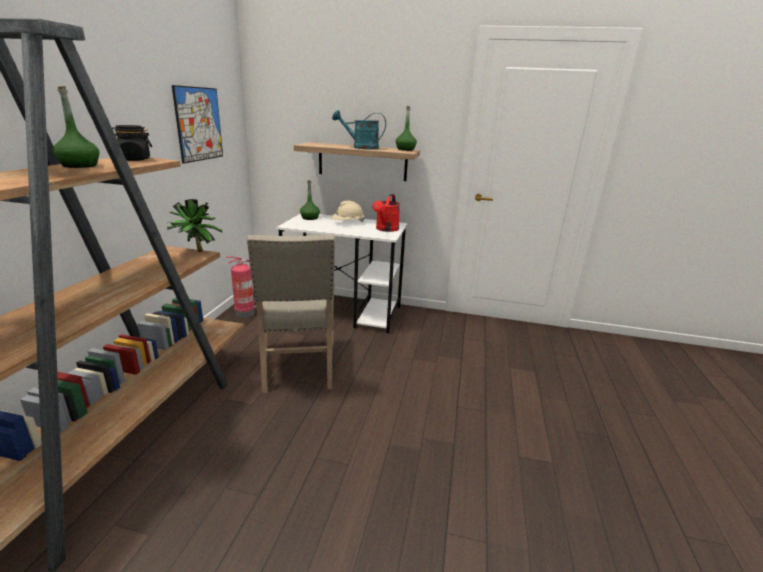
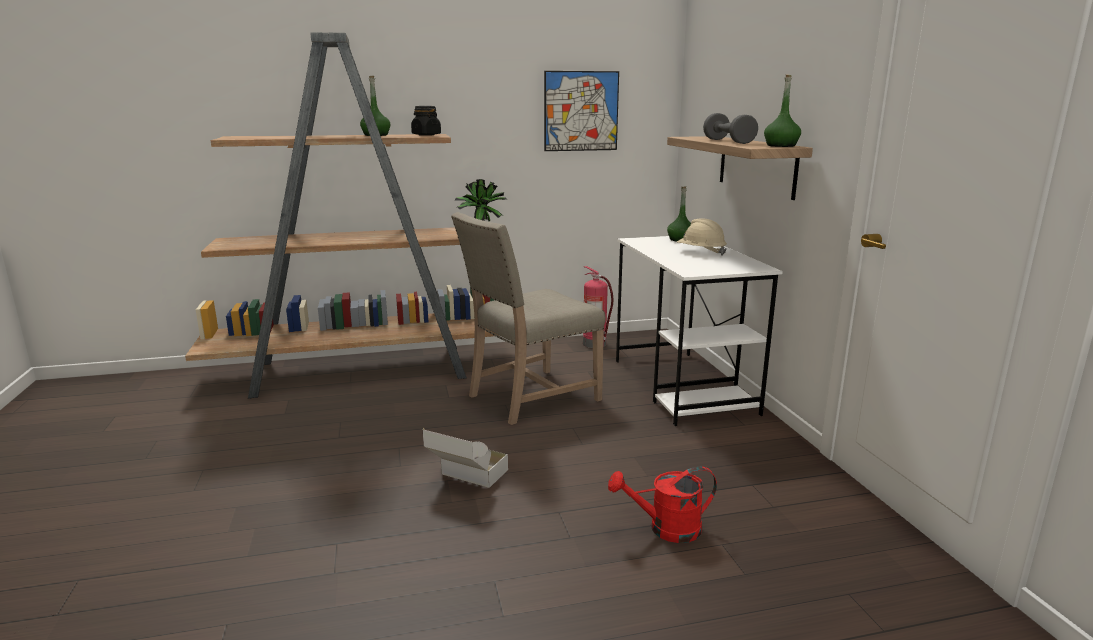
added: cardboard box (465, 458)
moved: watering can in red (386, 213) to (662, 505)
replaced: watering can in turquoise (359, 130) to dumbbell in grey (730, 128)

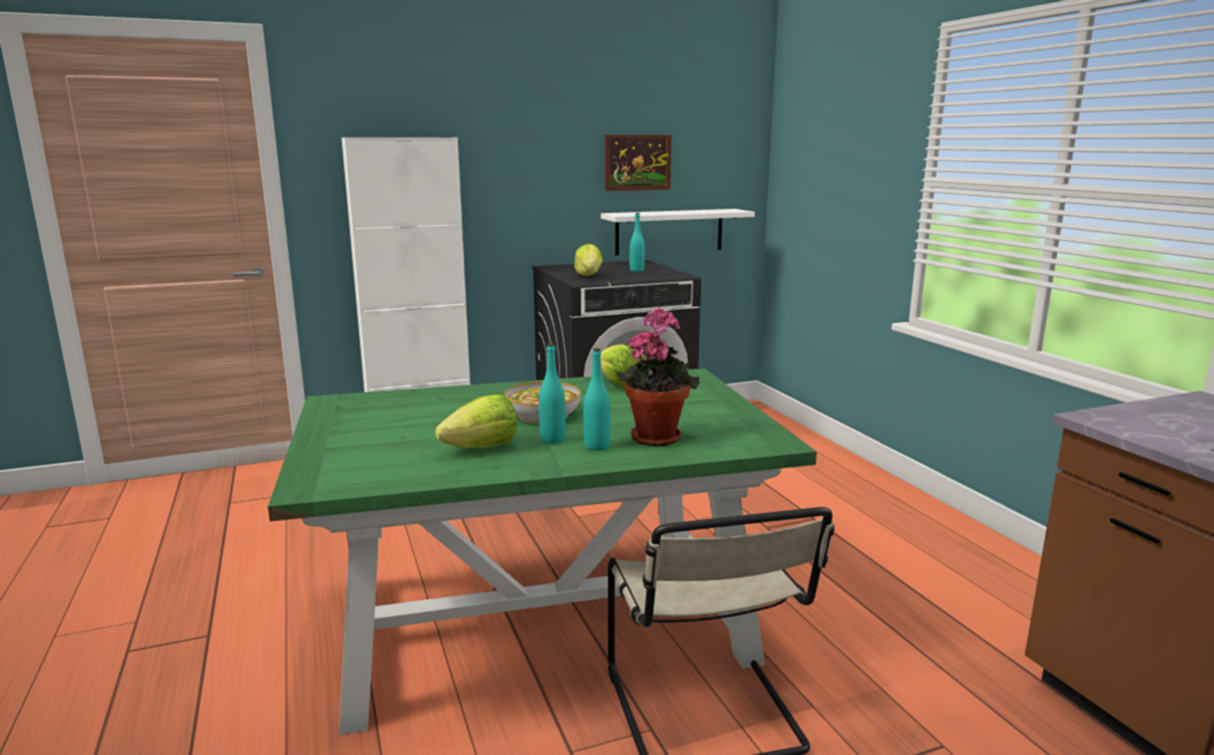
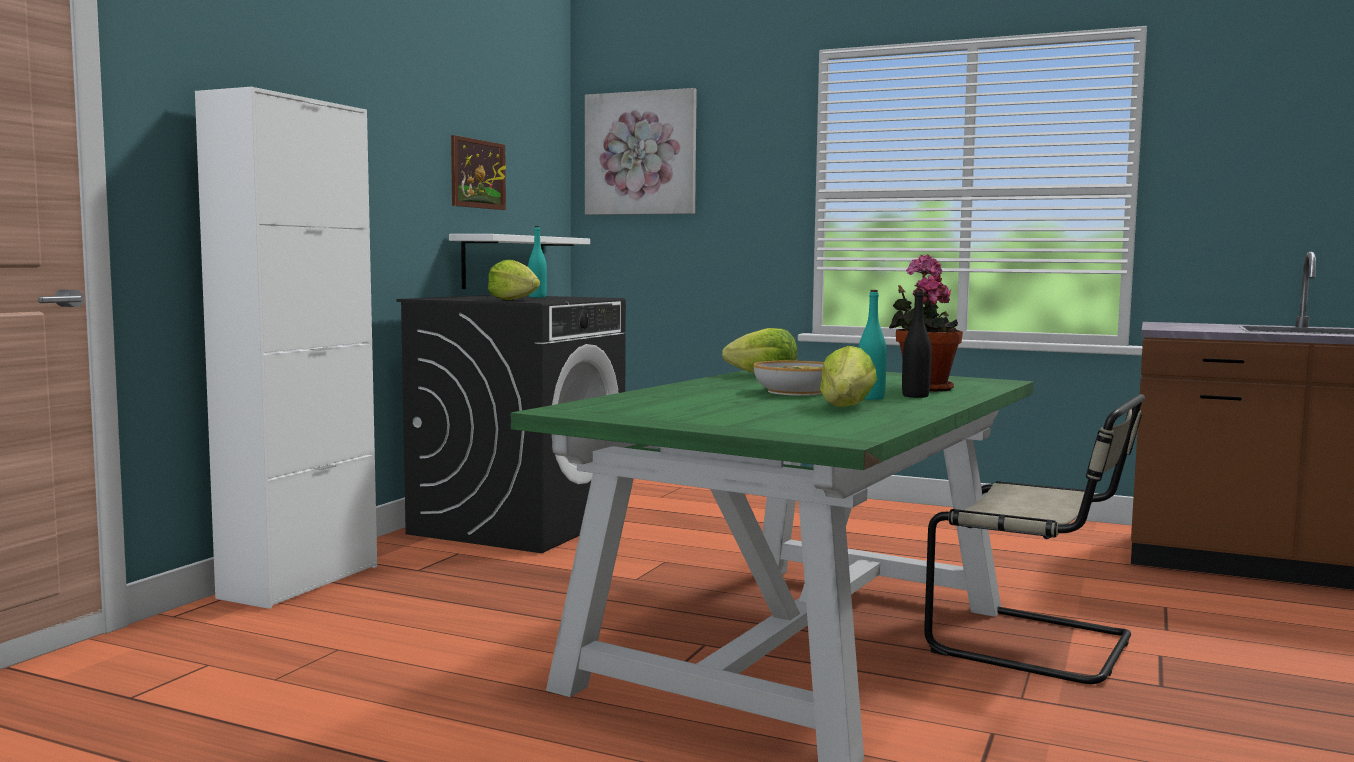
added: picture (641, 151)
recoloured: bottle in turquoise (597, 399) to bottle in black (917, 344)

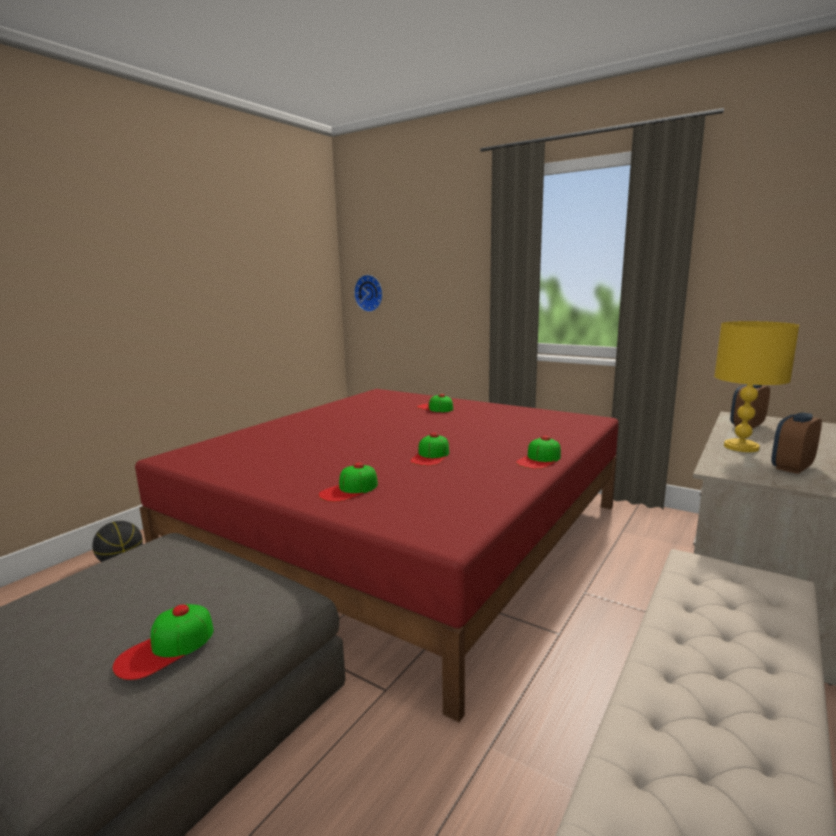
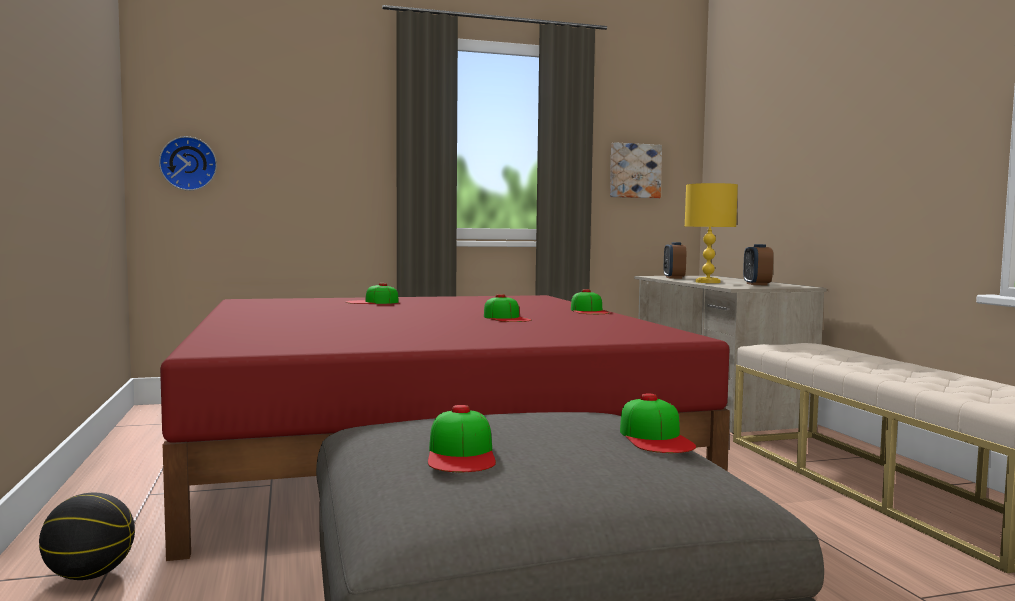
added: picture (636, 170)
moved: cap (348, 482) to (462, 438)

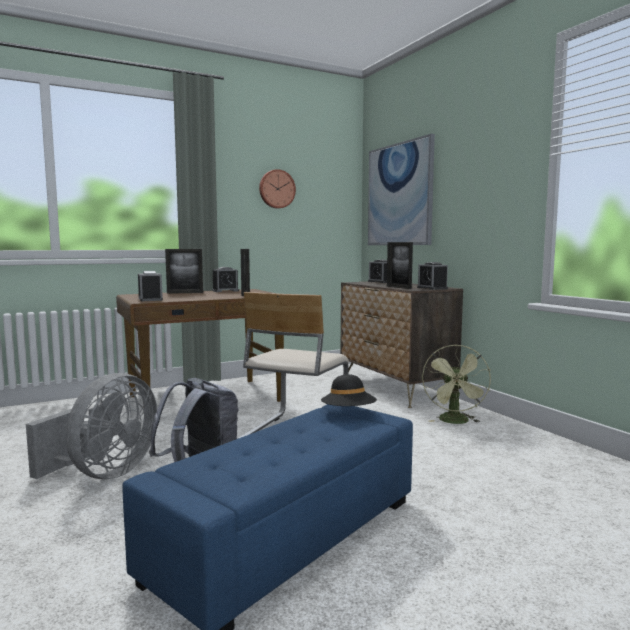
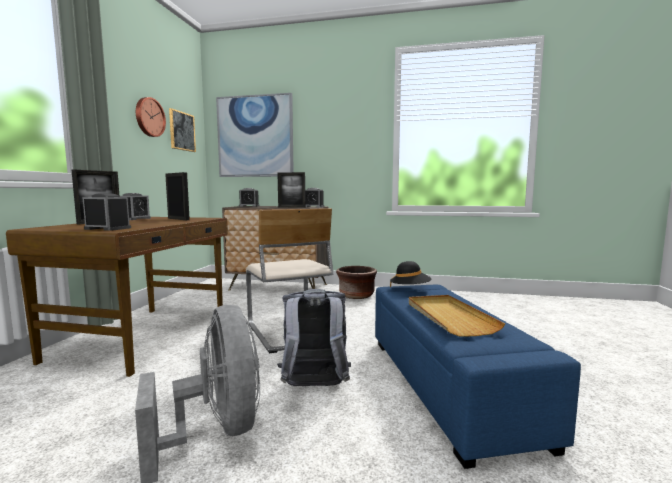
added: picture (182, 130); tray in beige (457, 316)
replaced: fan in green (456, 384) to planter in brown (356, 282)

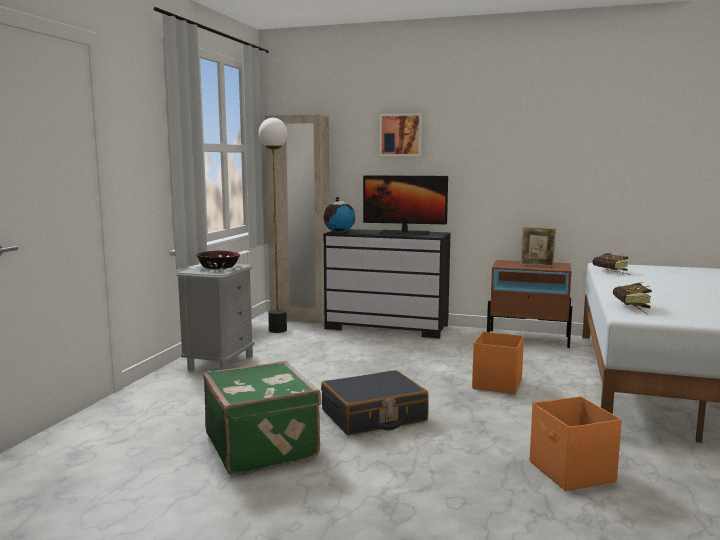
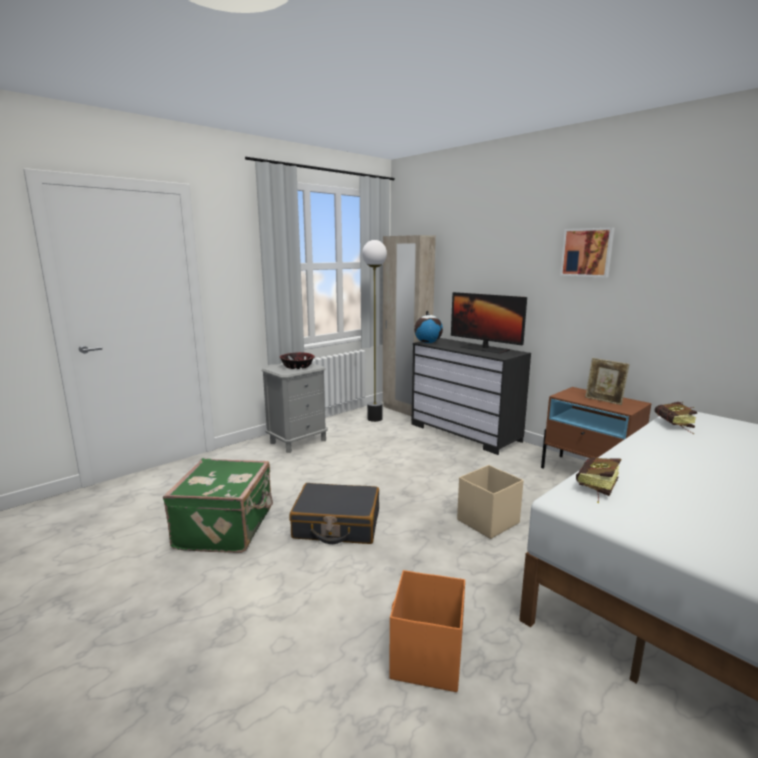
moved: picture (401, 134) to (587, 252)
recoloured: storage box in orange (498, 363) to storage box in beige (490, 502)

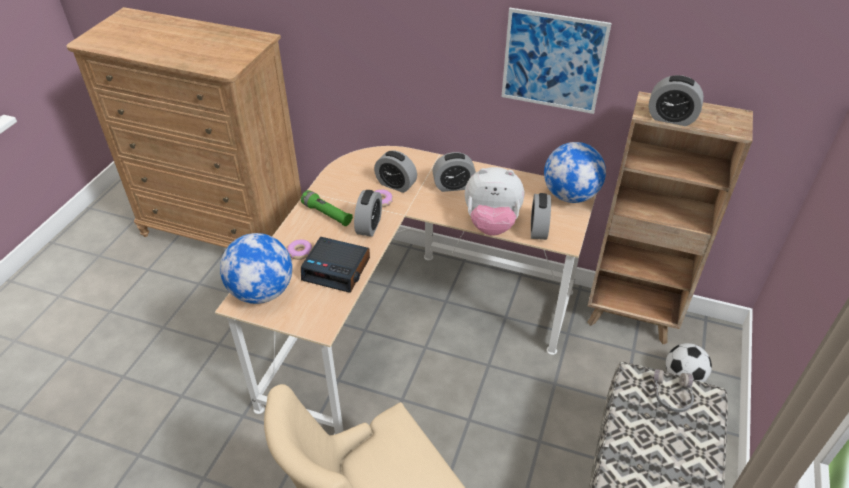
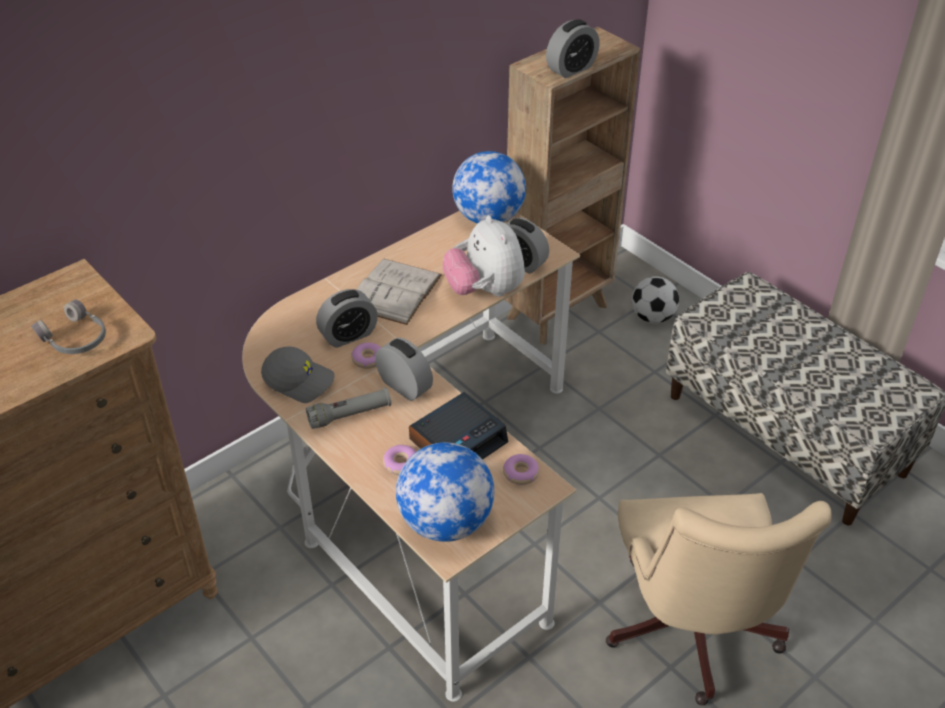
removed: picture (556, 61)
added: cap in grey (298, 374); donut (521, 469)
moved: headphones in grey (674, 390) to (68, 327)
replaced: alarm clock (454, 172) to book in white (399, 292)
recoloured: flashlight in green (327, 208) to flashlight in grey (348, 408)
turned: plush toy (494, 201) = (484, 256) 120 degrees clockwise

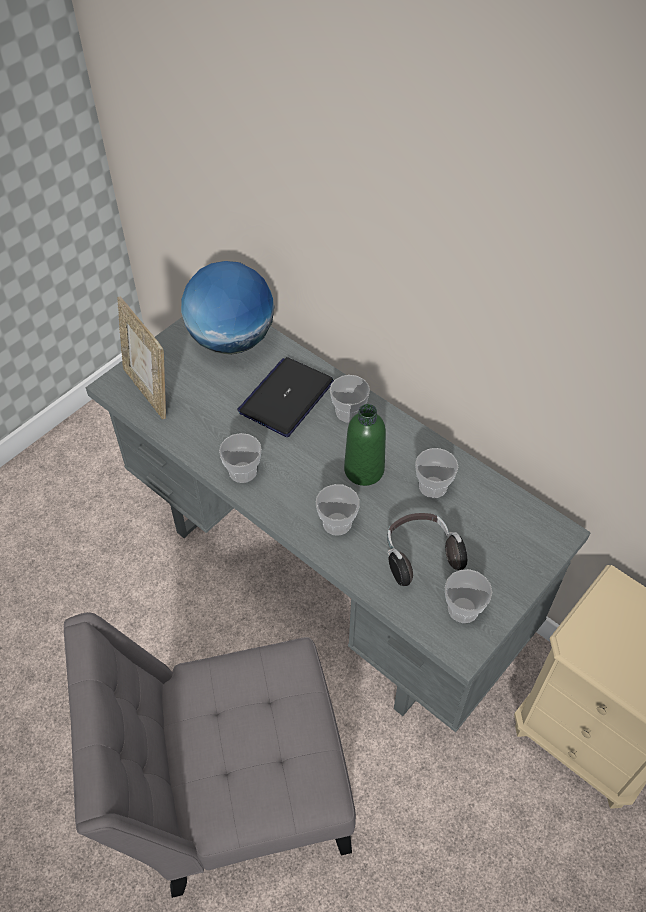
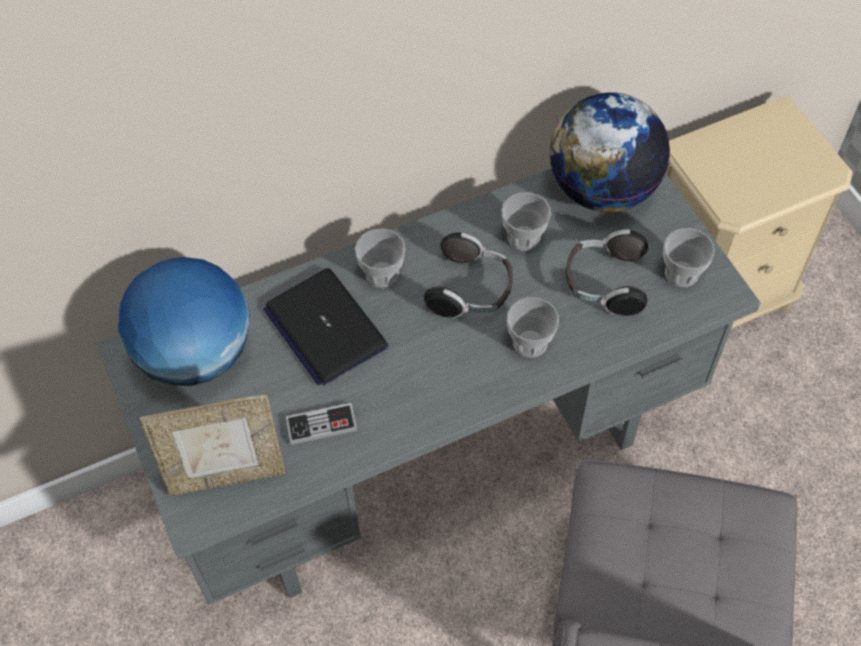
removed: cup (240, 458)
added: game controller (321, 424); globe (610, 152)
replaced: bottle in green (365, 445) to headphones (468, 275)

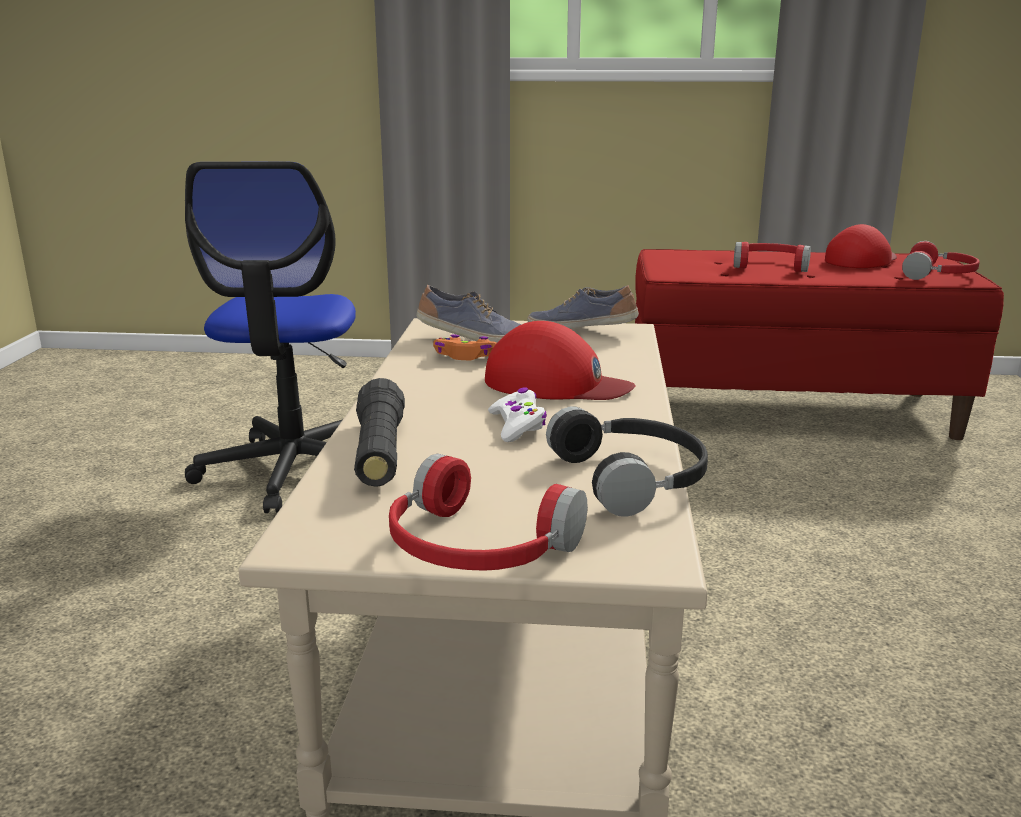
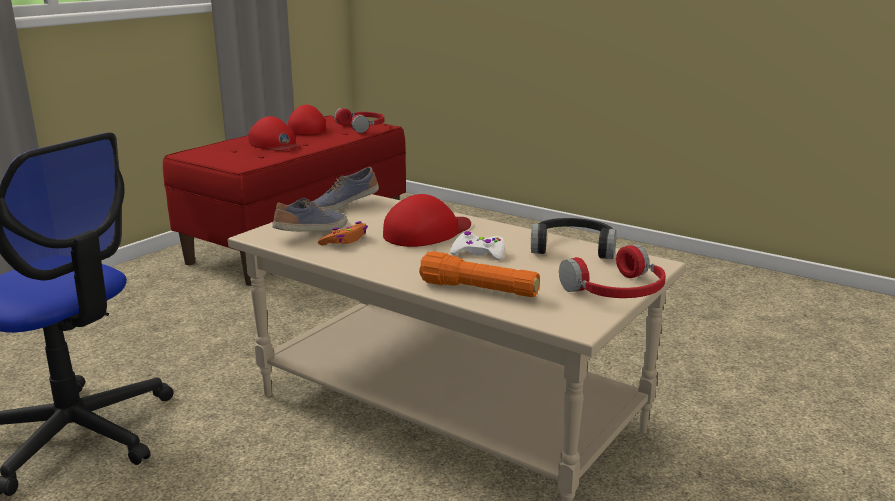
replaced: headphones in red (772, 257) to cap in red (274, 133)
recoloured: flashlight in black (379, 432) to flashlight in orange (479, 274)

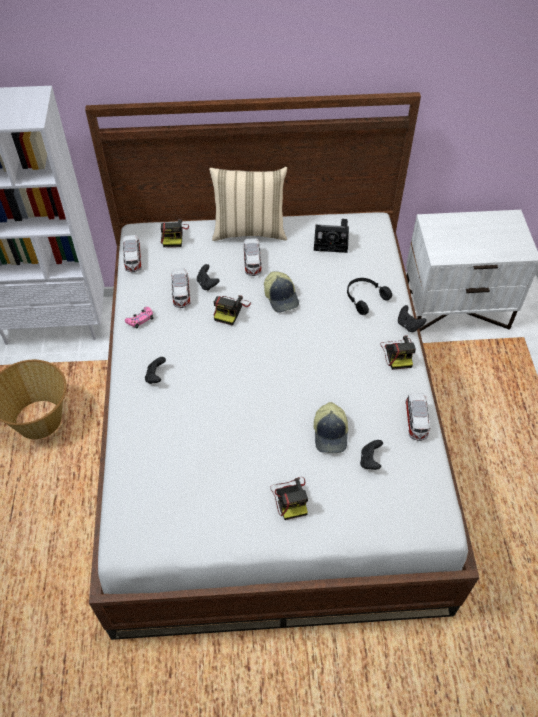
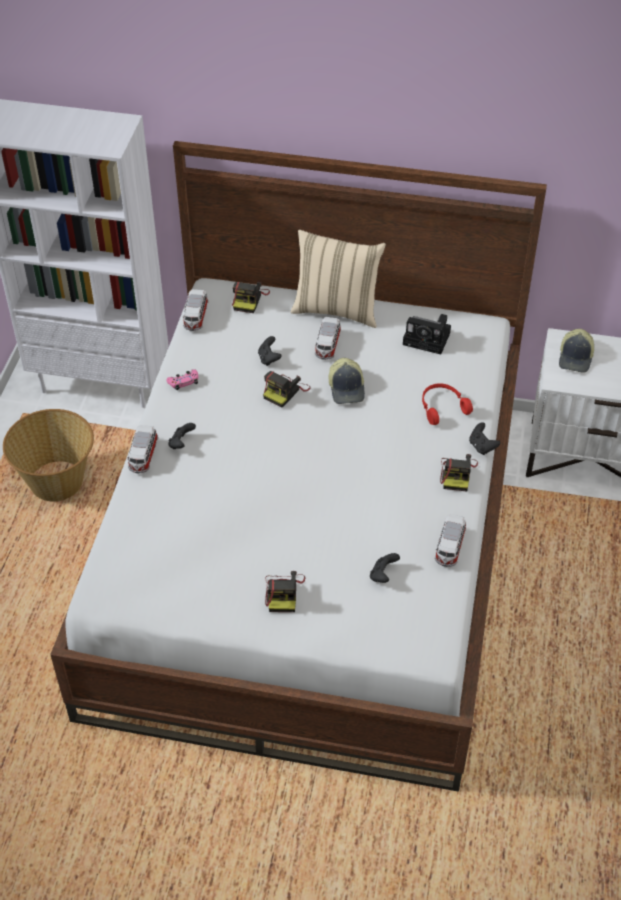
moved: toy car (181, 288) to (143, 449); cap (331, 427) to (576, 351)
recoloured: headphones in black (369, 296) to headphones in red (447, 404)

